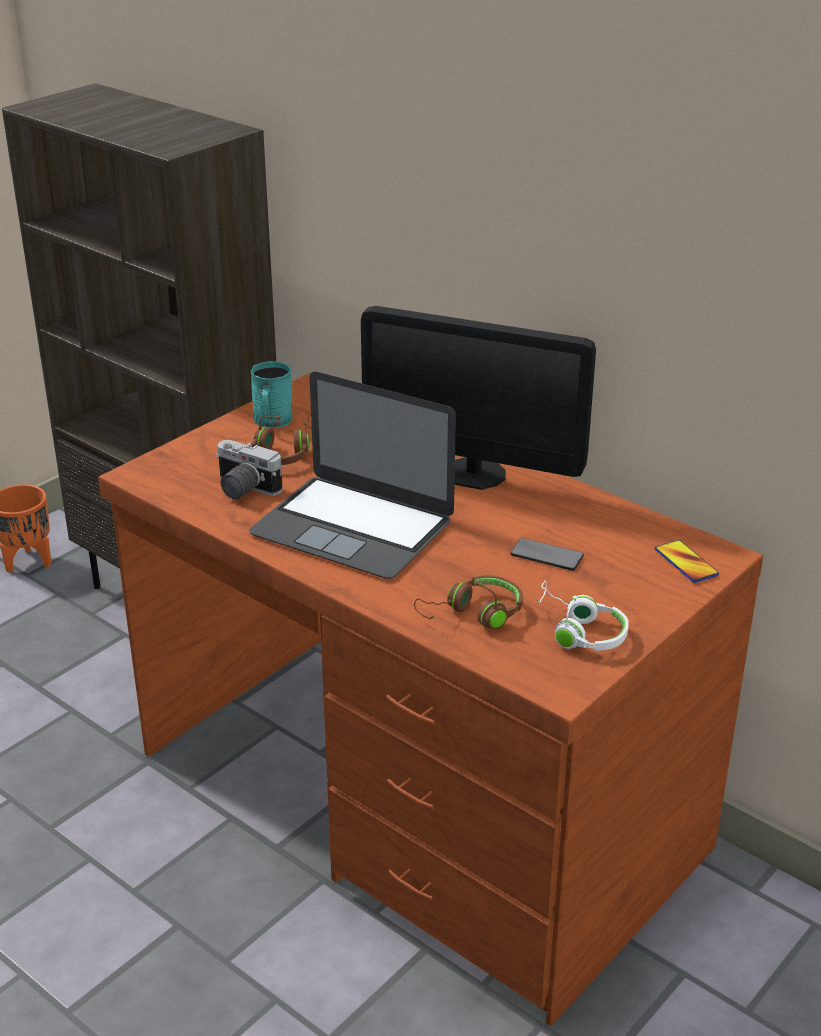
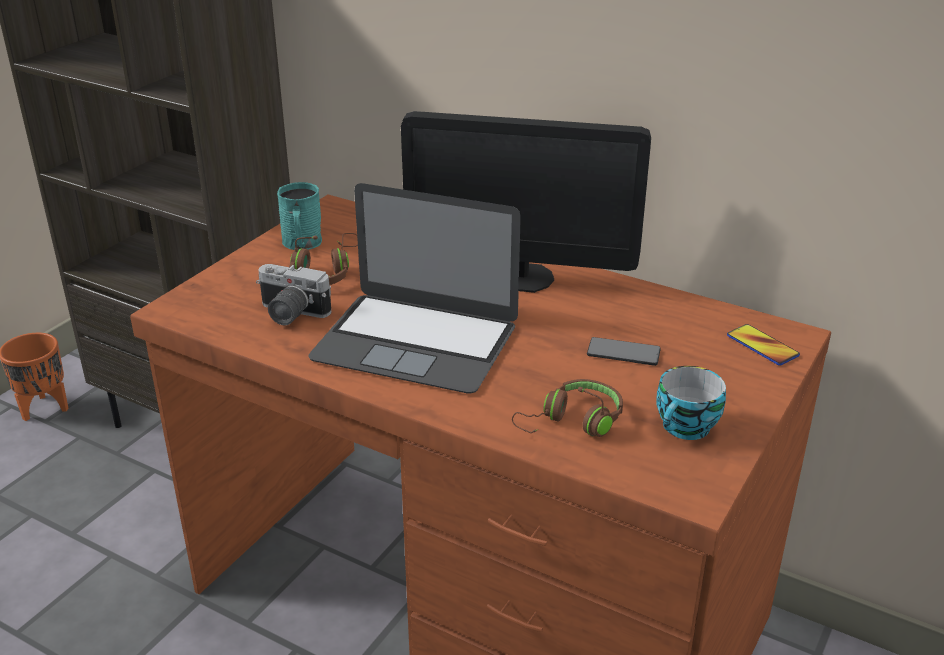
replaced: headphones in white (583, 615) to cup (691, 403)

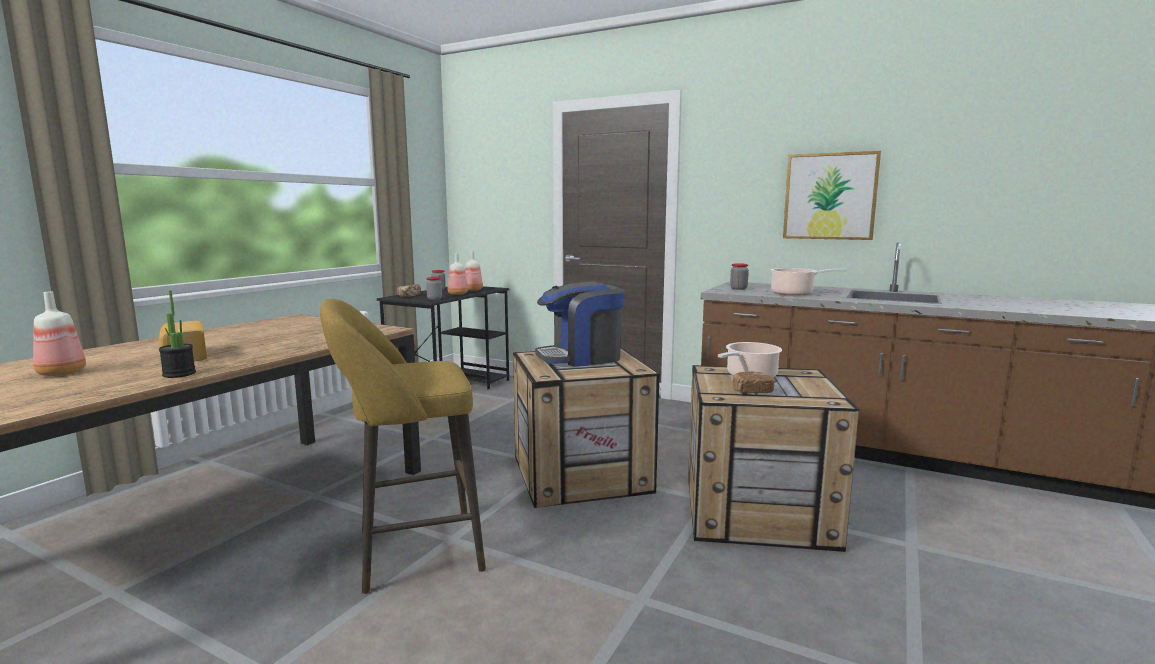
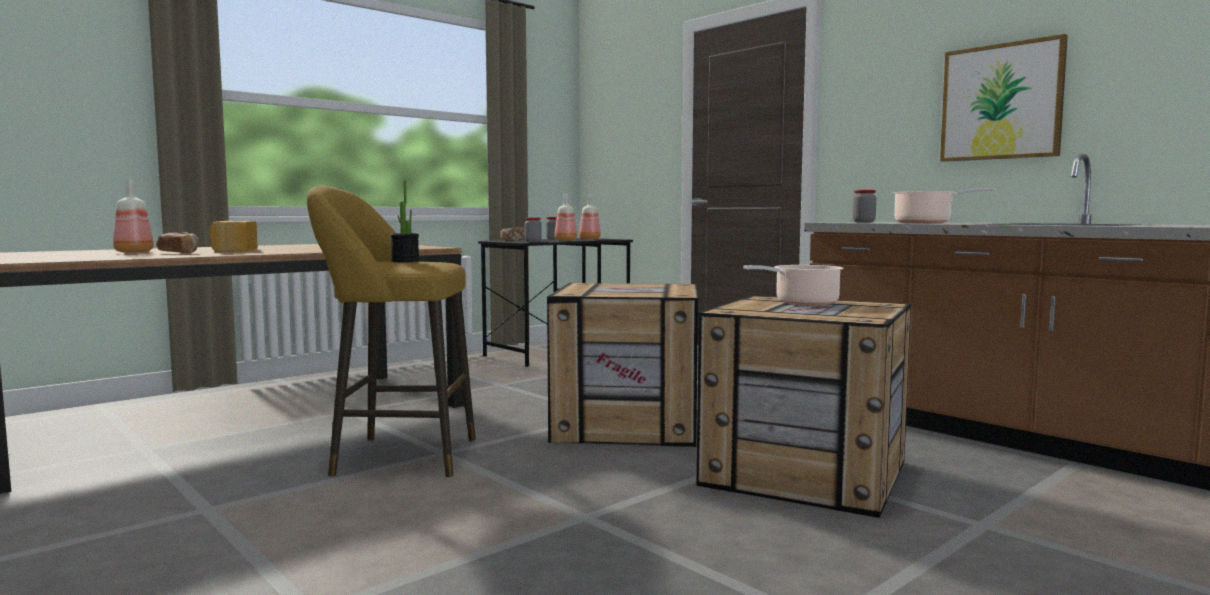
removed: coffee machine (579, 324)
moved: potted plant (177, 334) to (405, 221); bread (753, 382) to (177, 242)

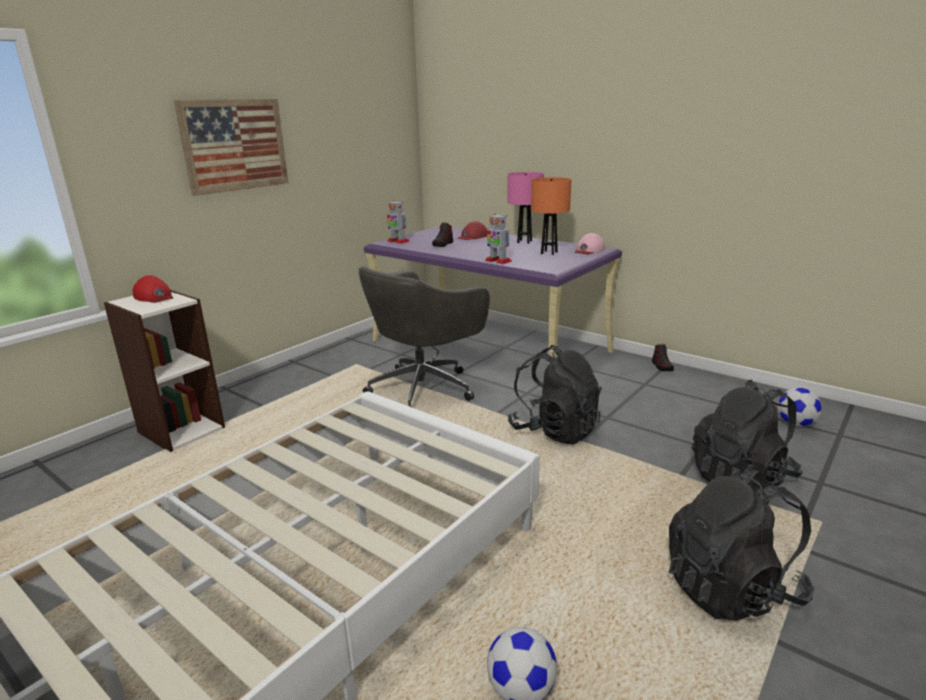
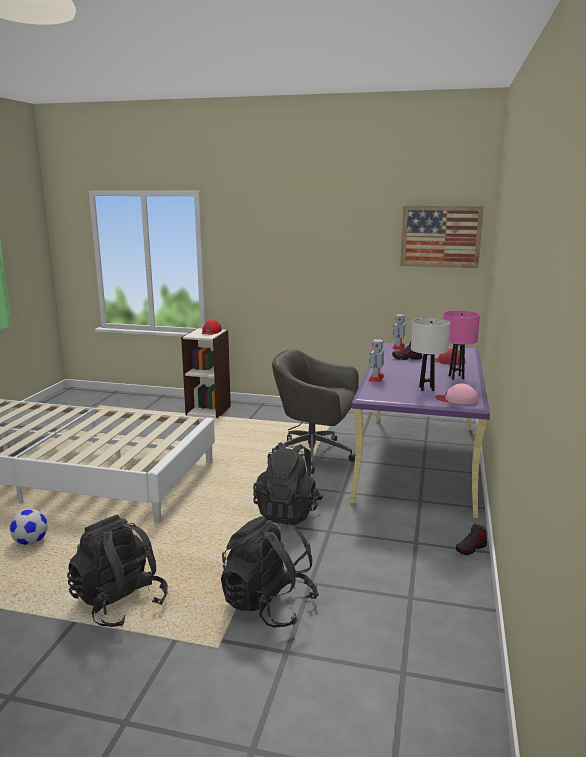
removed: football (800, 407)
moved: picture (231, 147) to (442, 236)
recoloured: table lamp in orange (551, 216) to table lamp in white (431, 354)

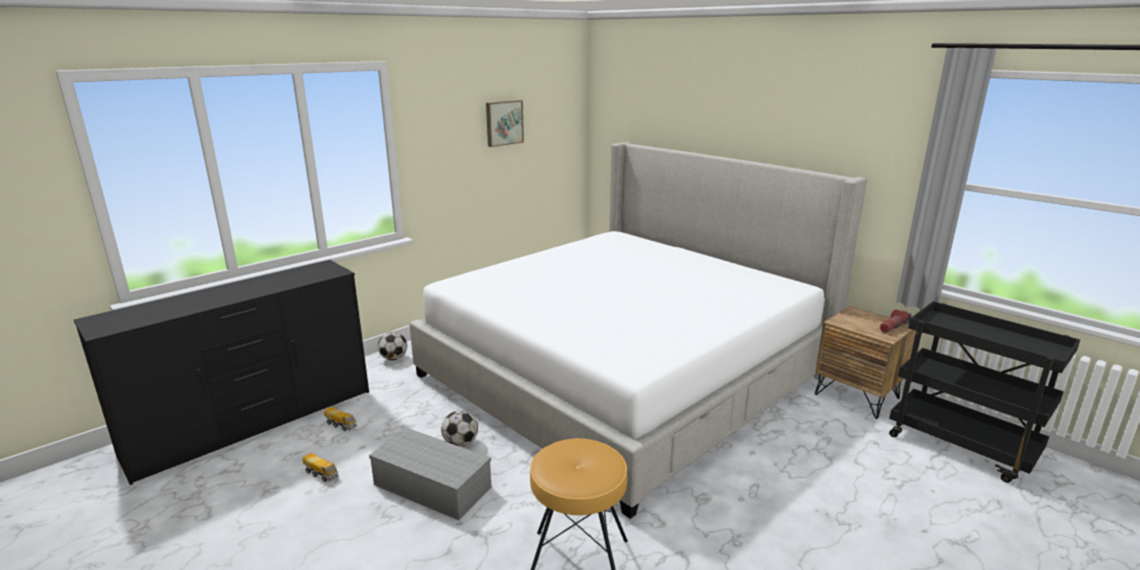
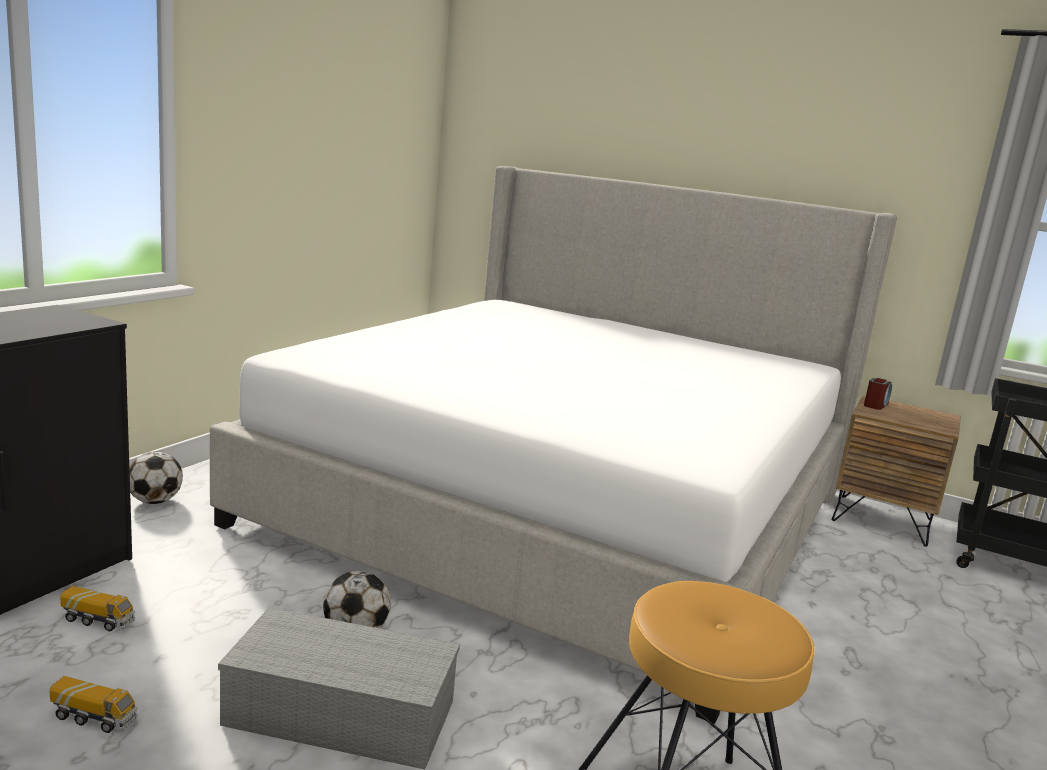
removed: picture (505, 123); flashlight (895, 321)
added: alarm clock (878, 394)

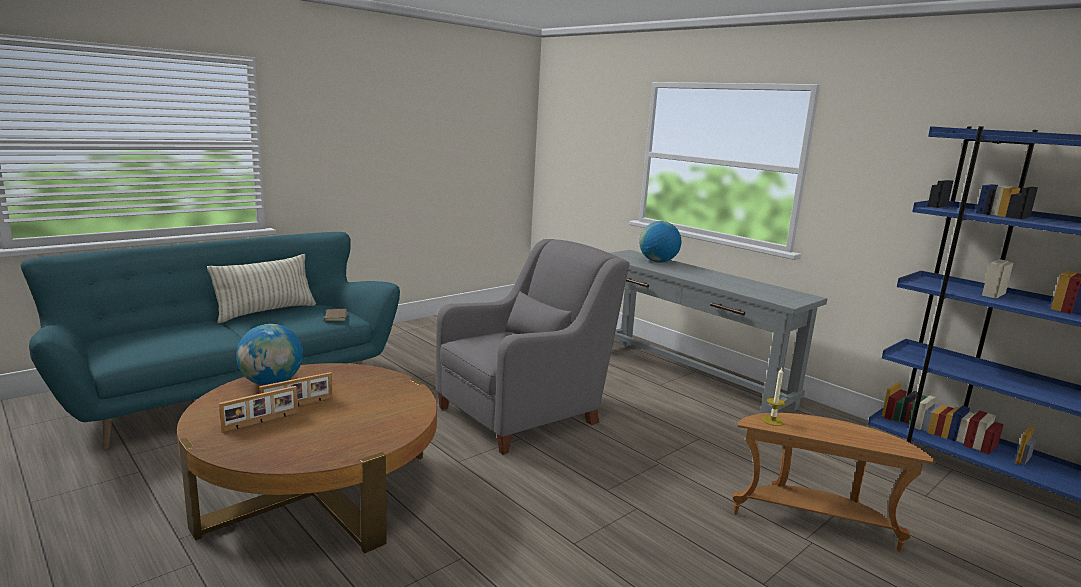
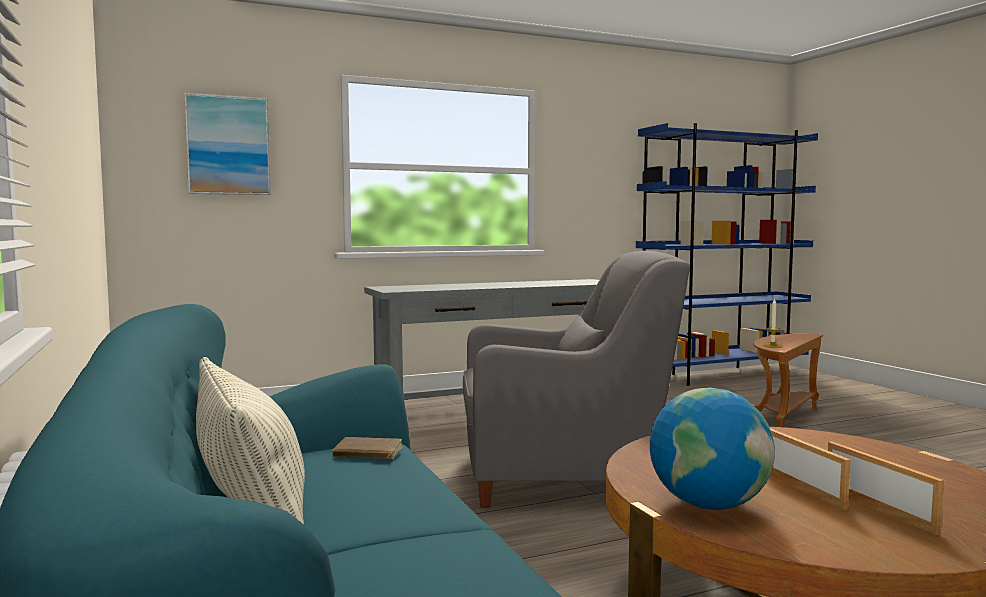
removed: globe (660, 242)
added: picture (227, 144)
turned: armchair in grey (532, 347) = (576, 379) 105 degrees clockwise

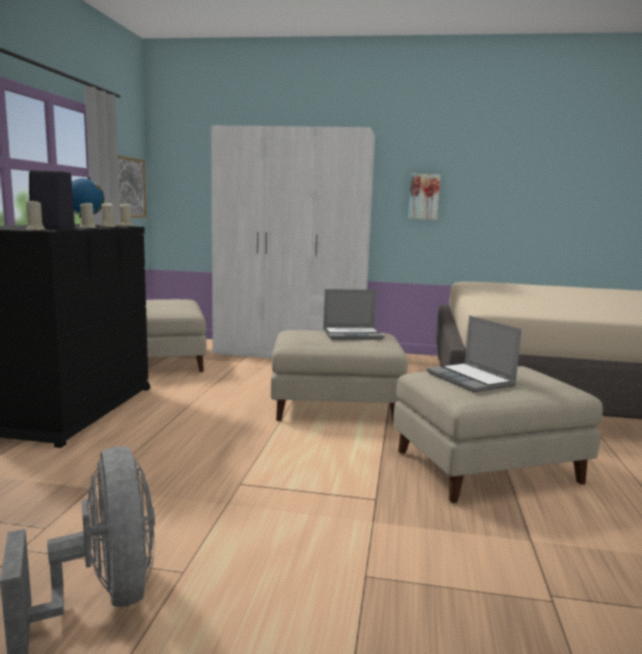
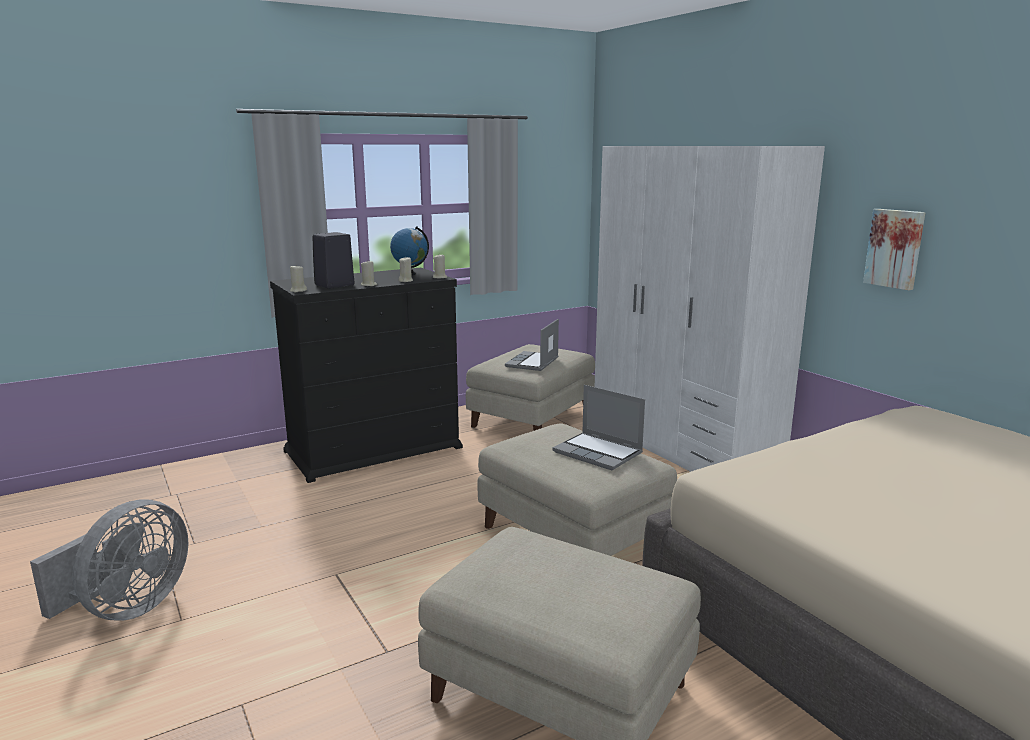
removed: picture (132, 186)
moved: laptop (474, 354) to (532, 345)

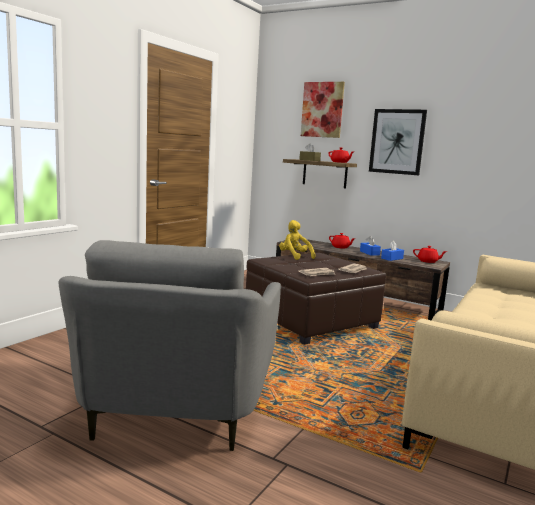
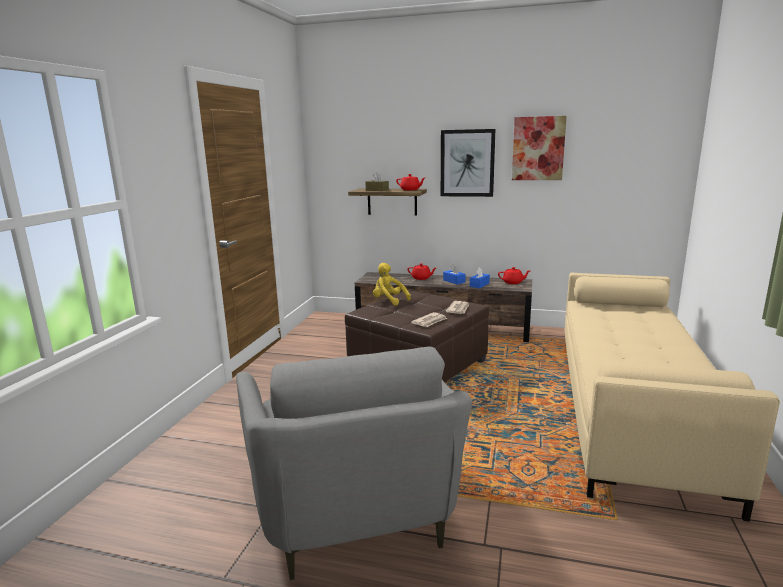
moved: picture (323, 110) to (539, 148)

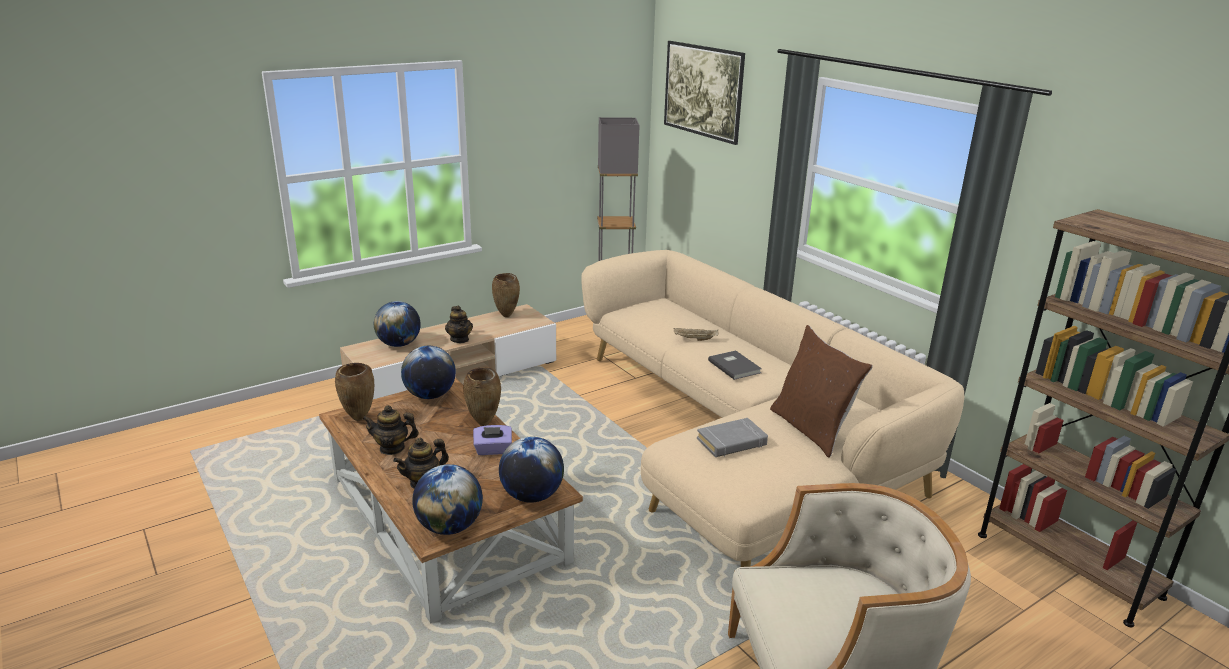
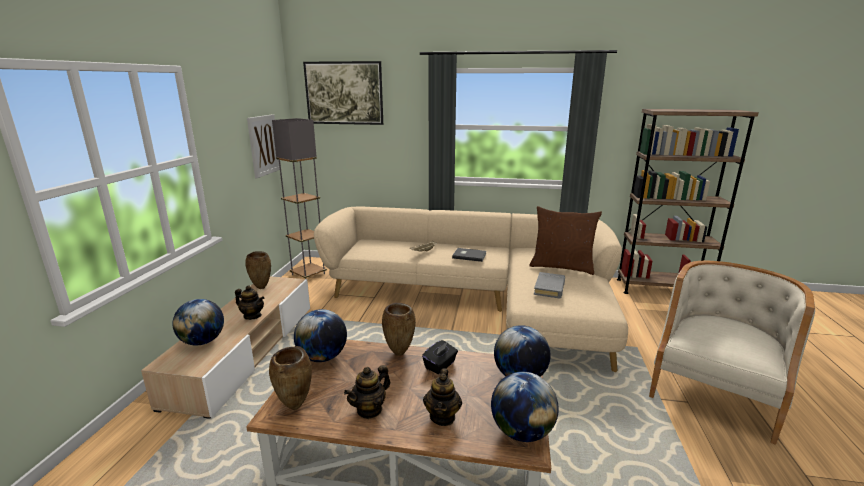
added: picture (263, 146)
recoloured: tissue box in purple (492, 440) to tissue box in black (440, 357)

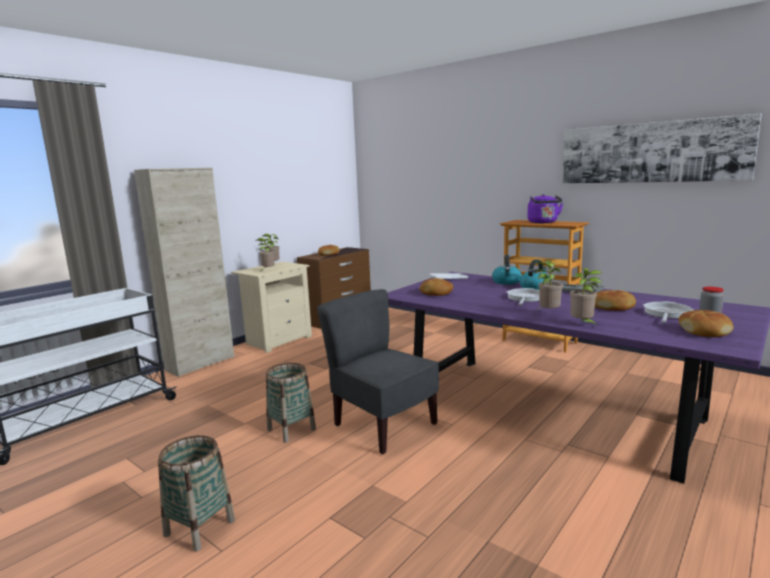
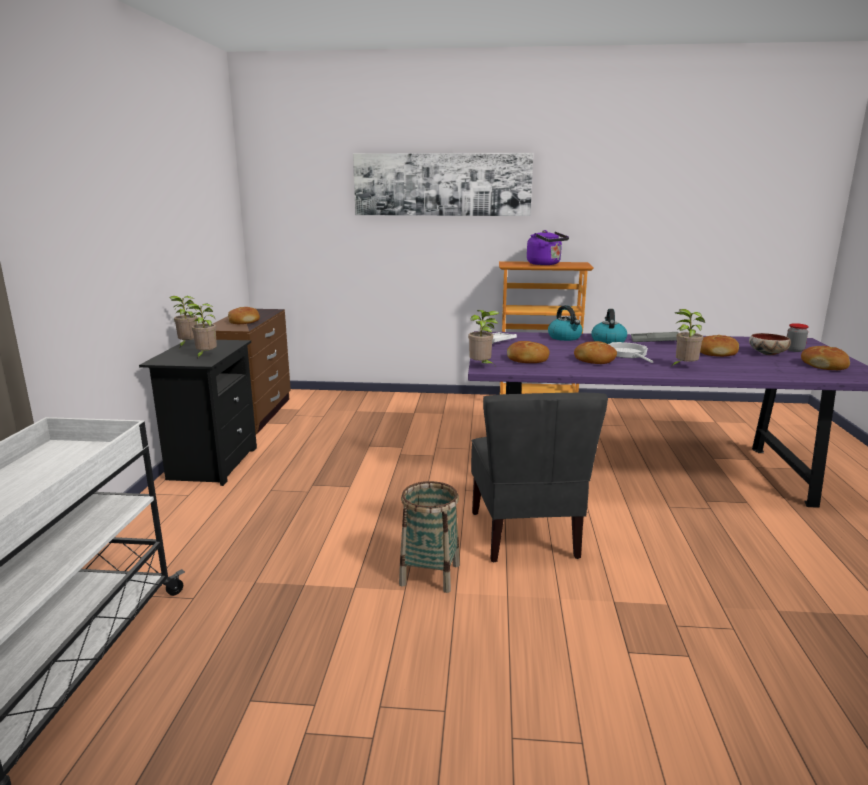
removed: cabinet in beige (184, 272); basket (196, 493)
added: bread (595, 352)
moved: picture (662, 149) to (443, 184); potted plant (586, 297) to (484, 337)
replaced: frying pan (668, 312) to bowl (770, 344)
recoloured: nightstand in beige (271, 307) to nightstand in black (198, 412)
turned: chair in grey (378, 371) = (539, 477) 105 degrees counterclockwise

